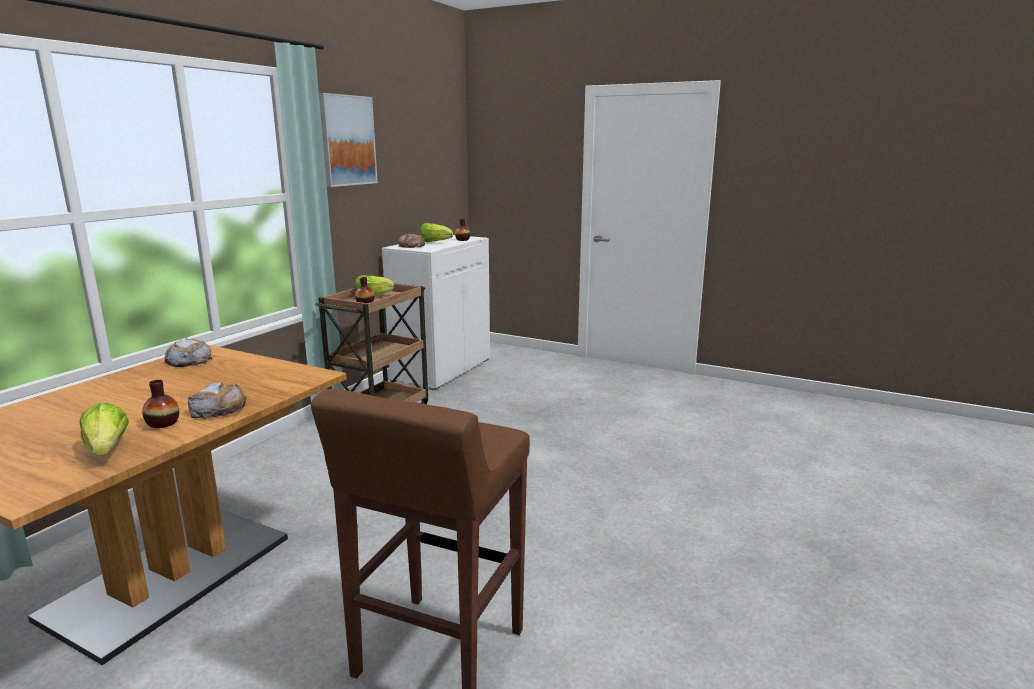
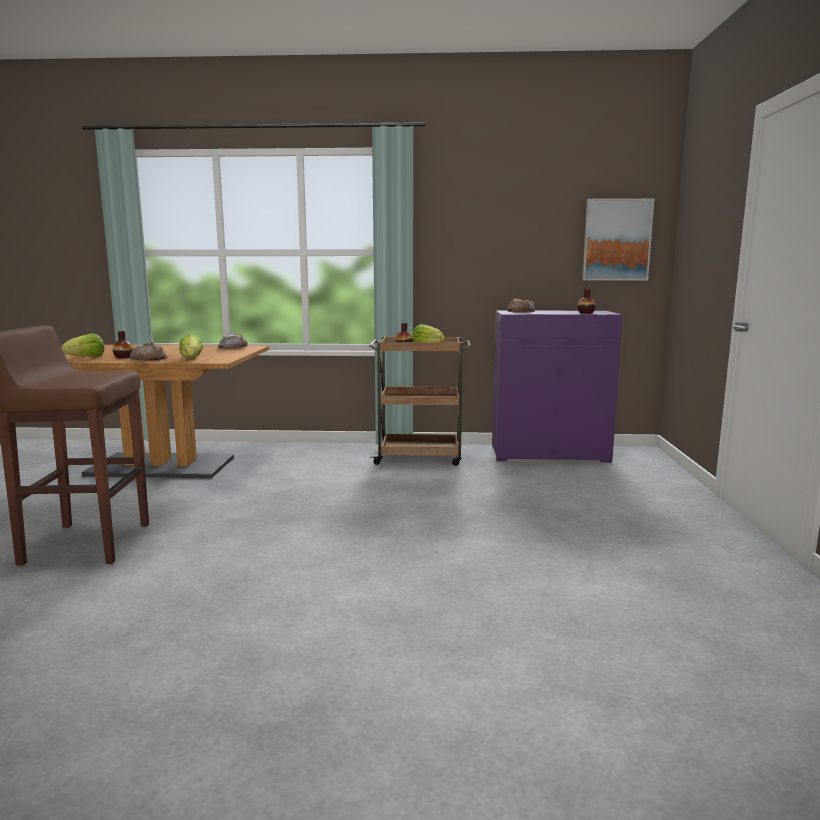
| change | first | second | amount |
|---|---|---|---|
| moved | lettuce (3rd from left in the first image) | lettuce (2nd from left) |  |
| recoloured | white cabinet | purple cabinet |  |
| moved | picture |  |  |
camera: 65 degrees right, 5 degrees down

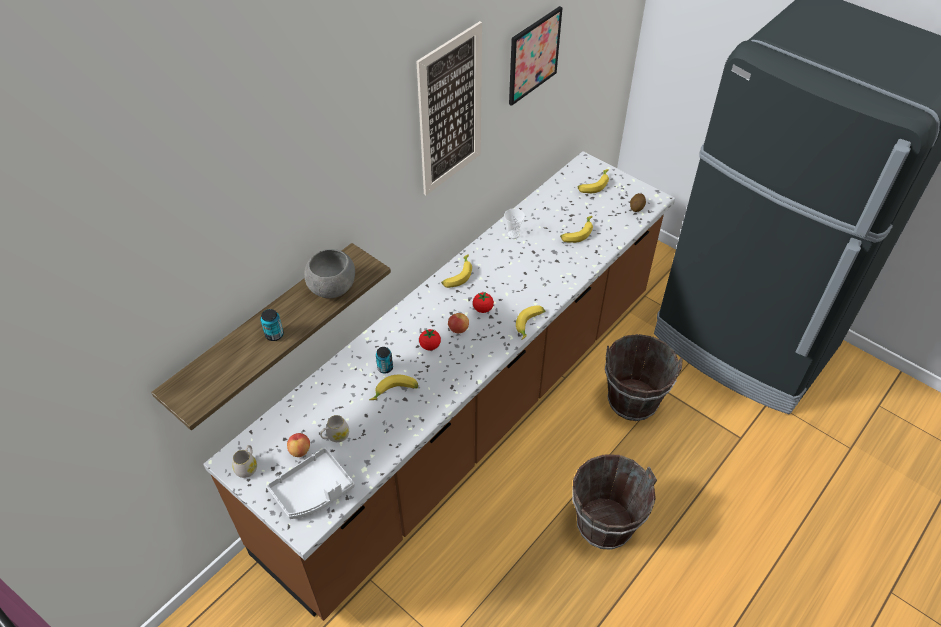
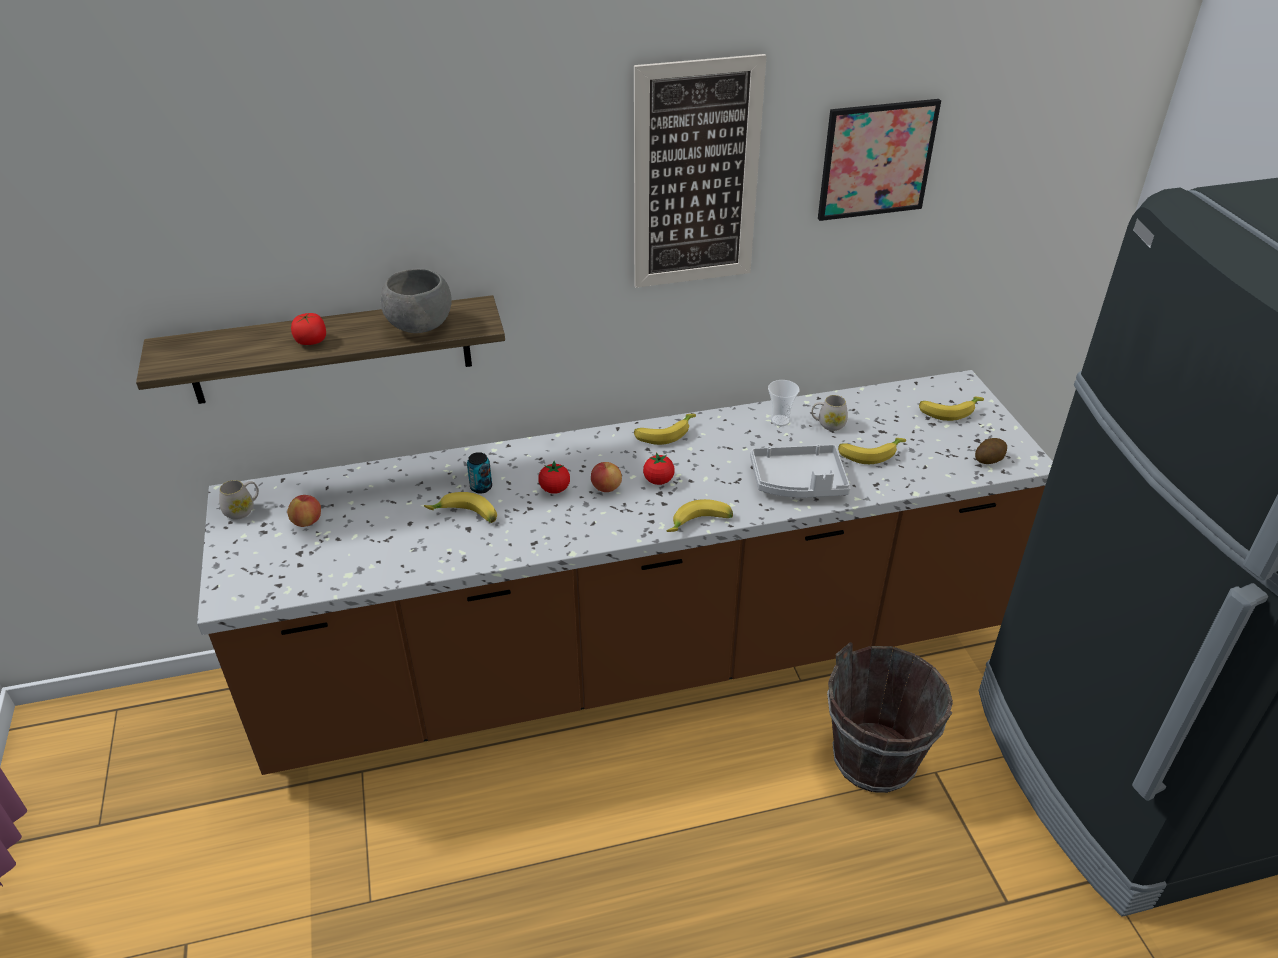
| change | first | second | amount |
|---|---|---|---|
| replaced | can (1st from left) | tomato (1st from left) |  |
| moved | grey tray |  |  |
| moved | white mug (2nd from left) |  |  |
| removed | brown bucket (1st from left) |  |  |
camera: 35 degrees right, 10 degrees down

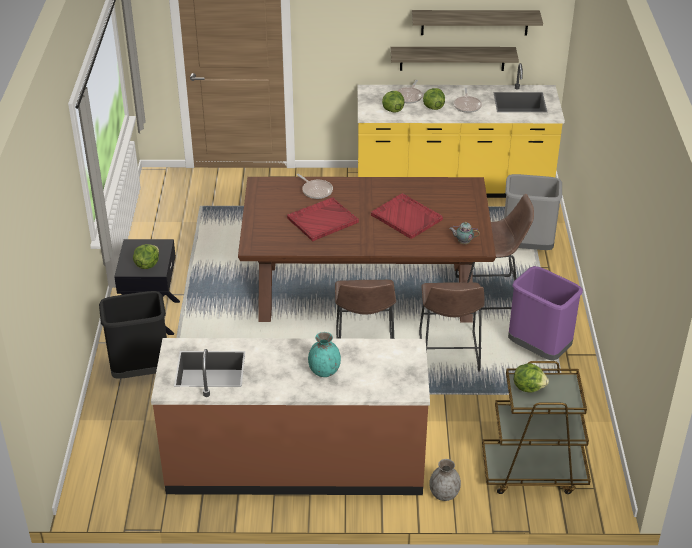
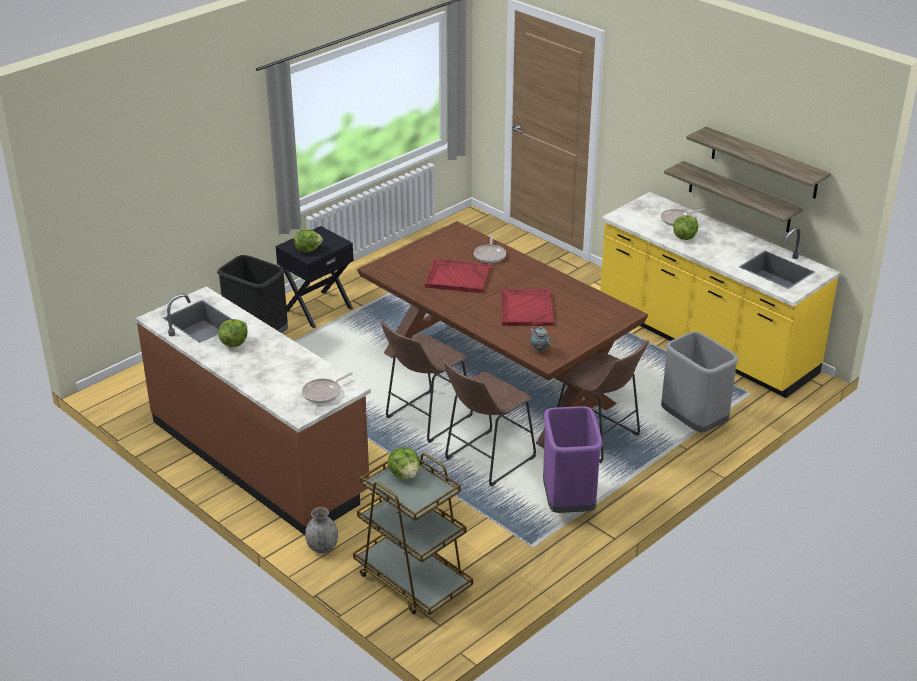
| change | first | second | amount |
|---|---|---|---|
| moved | lettuce (2nd from left in the first image) | lettuce (1st from left) |  |
| moved | frying pan (3rd from left in the first image) | frying pan (1st from left) |  |
| removed | turquoise vase |  |  |
camera: 45 degrees right, 5 degrees down

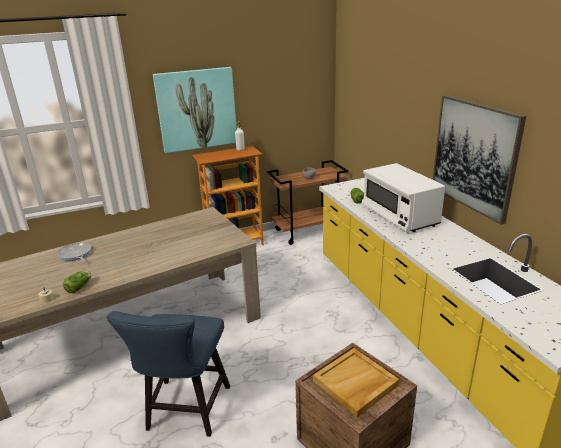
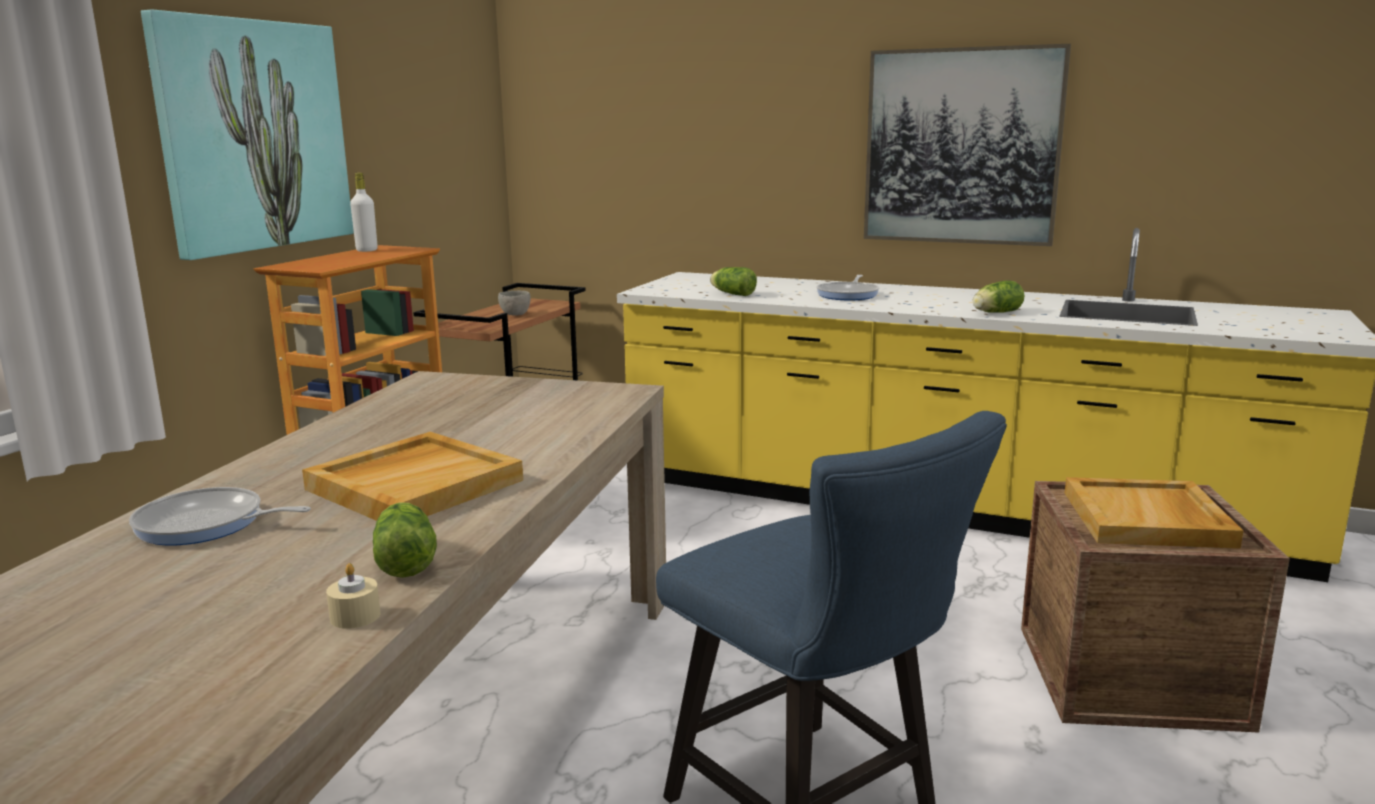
| change | first | second | amount |
|---|---|---|---|
| added |  | beige tray (1st from left) |  |
| replaced | white microwave | frying pan (2nd from left) |  |
| added |  | lettuce (3rd from left) |  |
camera: 45 degrees left, 10 degrees down

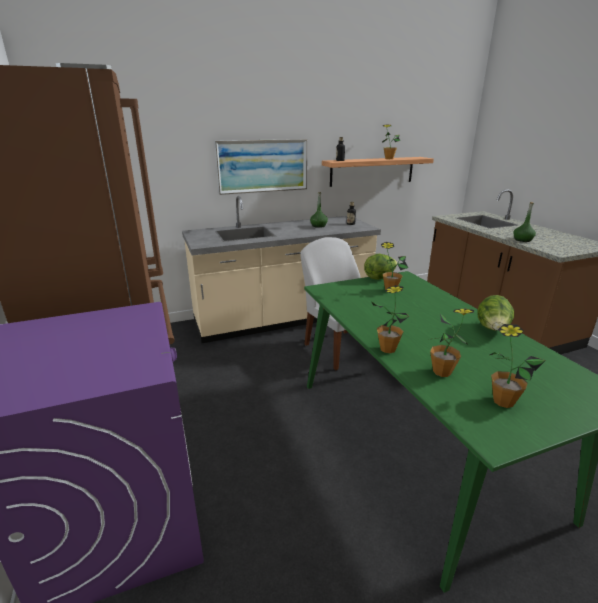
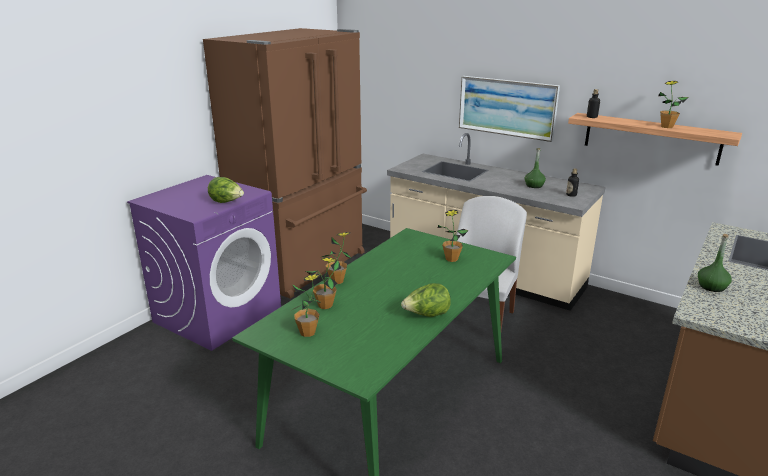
| change | first | second | amount |
|---|---|---|---|
| moved | lettuce (1st from left) |  |  |
camera: 55 degrees right, 0 degrees up

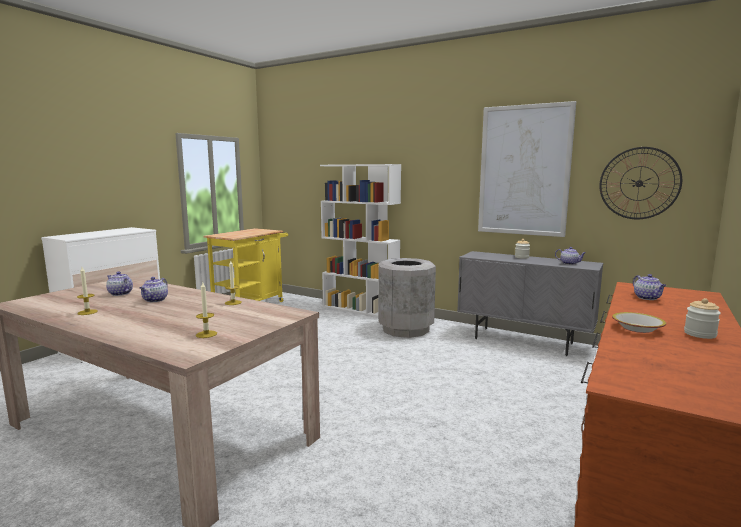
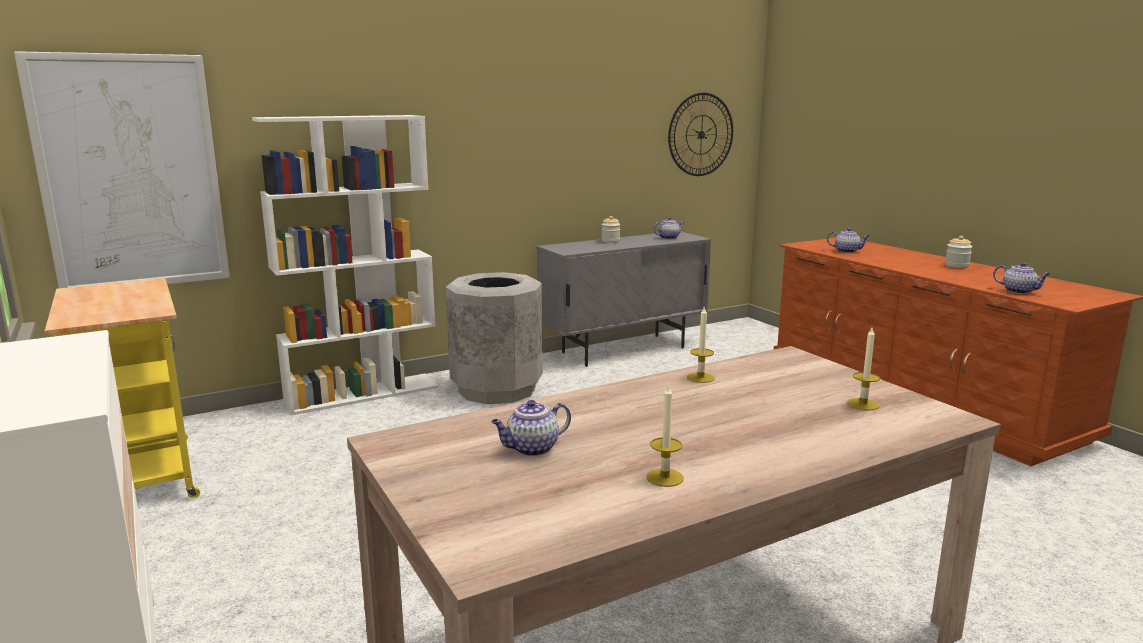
| change | first | second | amount |
|---|---|---|---|
| moved | picture |  |  |
| moved | teapot (2nd from left in the first image) | teapot (4th from left) |  |
| removed | bowl |  |  |
camera: 60 degrees left, 5 degrees up

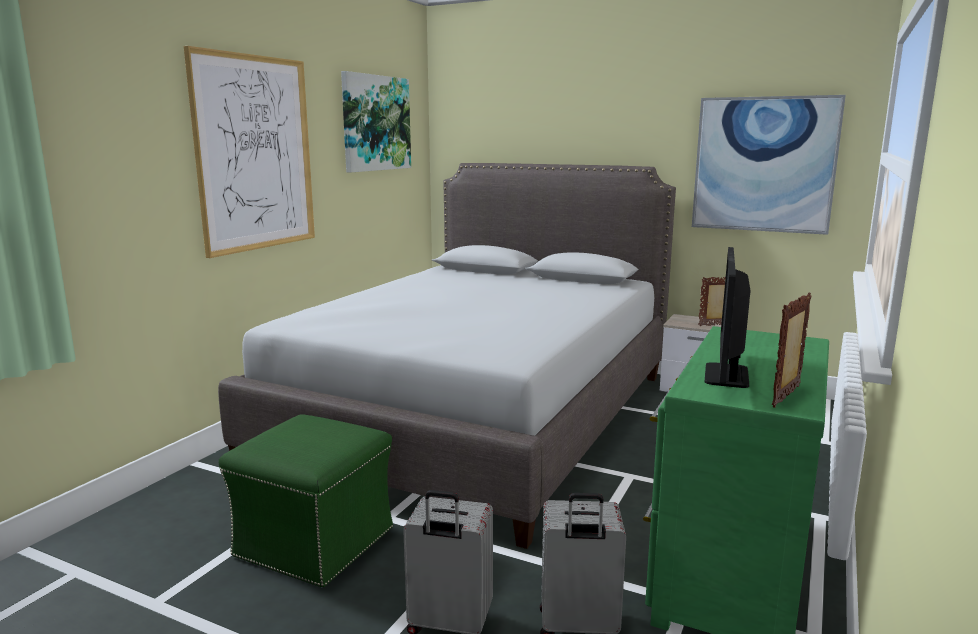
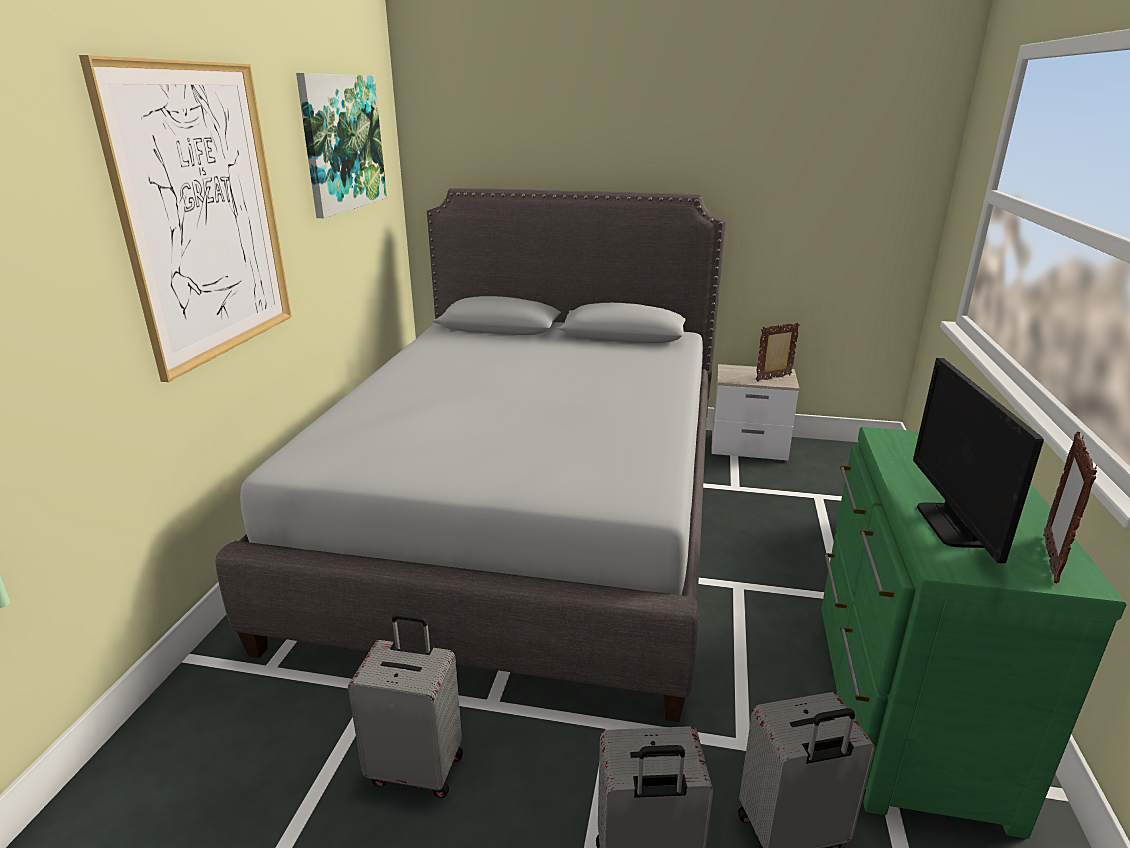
| change | first | second | amount |
|---|---|---|---|
| replaced | green ottoman | grey suitcase (1st from left) |  |
| removed | picture (3rd from left) |  |  |
camera: 15 degrees left, 10 degrees up

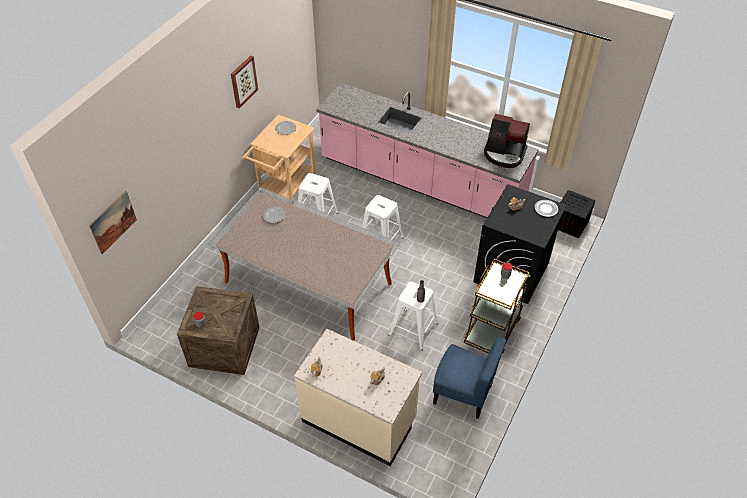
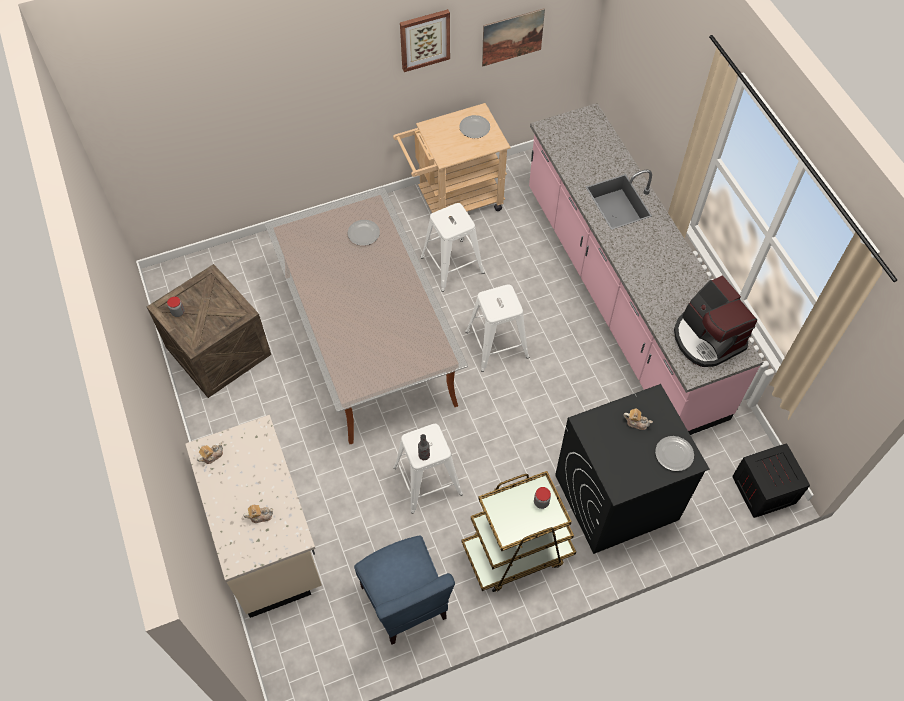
| change | first | second | amount |
|---|---|---|---|
| moved | picture (1st from left in the first image) | picture (2nd from left) |  |
camera: 40 degrees right, 10 degrees up

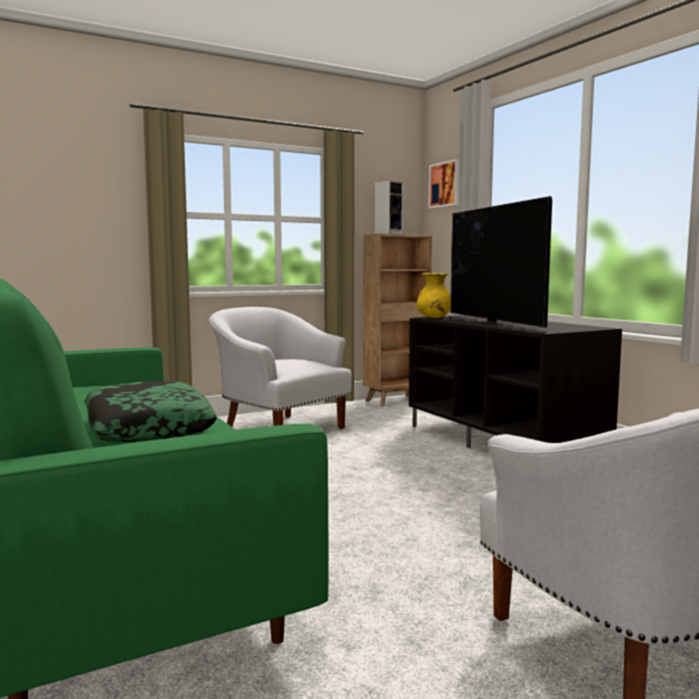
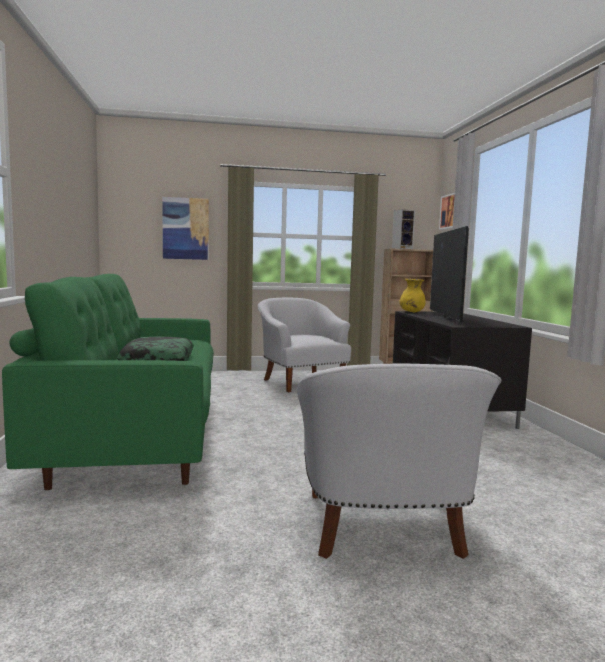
| change | first | second | amount |
|---|---|---|---|
| added |  | picture (1st from left) |  |
camera: 20 degrees right, 0 degrees up

